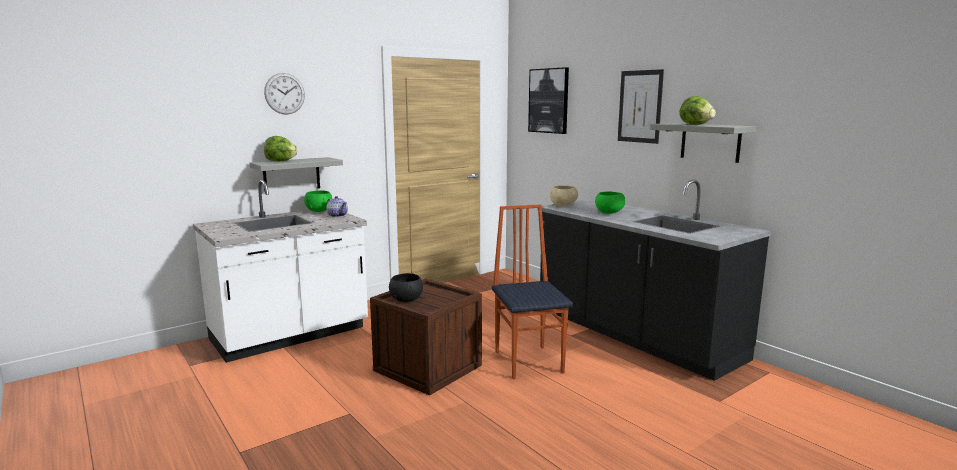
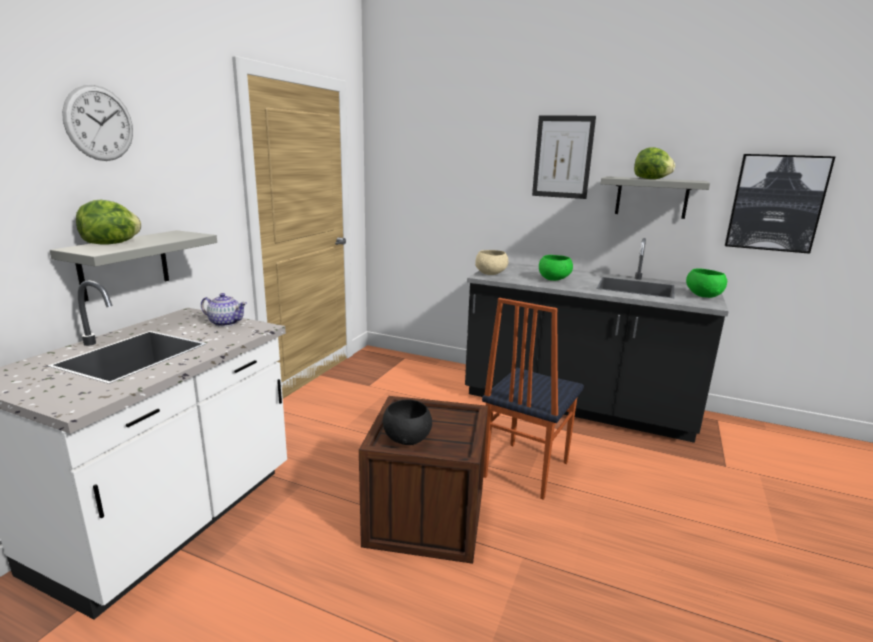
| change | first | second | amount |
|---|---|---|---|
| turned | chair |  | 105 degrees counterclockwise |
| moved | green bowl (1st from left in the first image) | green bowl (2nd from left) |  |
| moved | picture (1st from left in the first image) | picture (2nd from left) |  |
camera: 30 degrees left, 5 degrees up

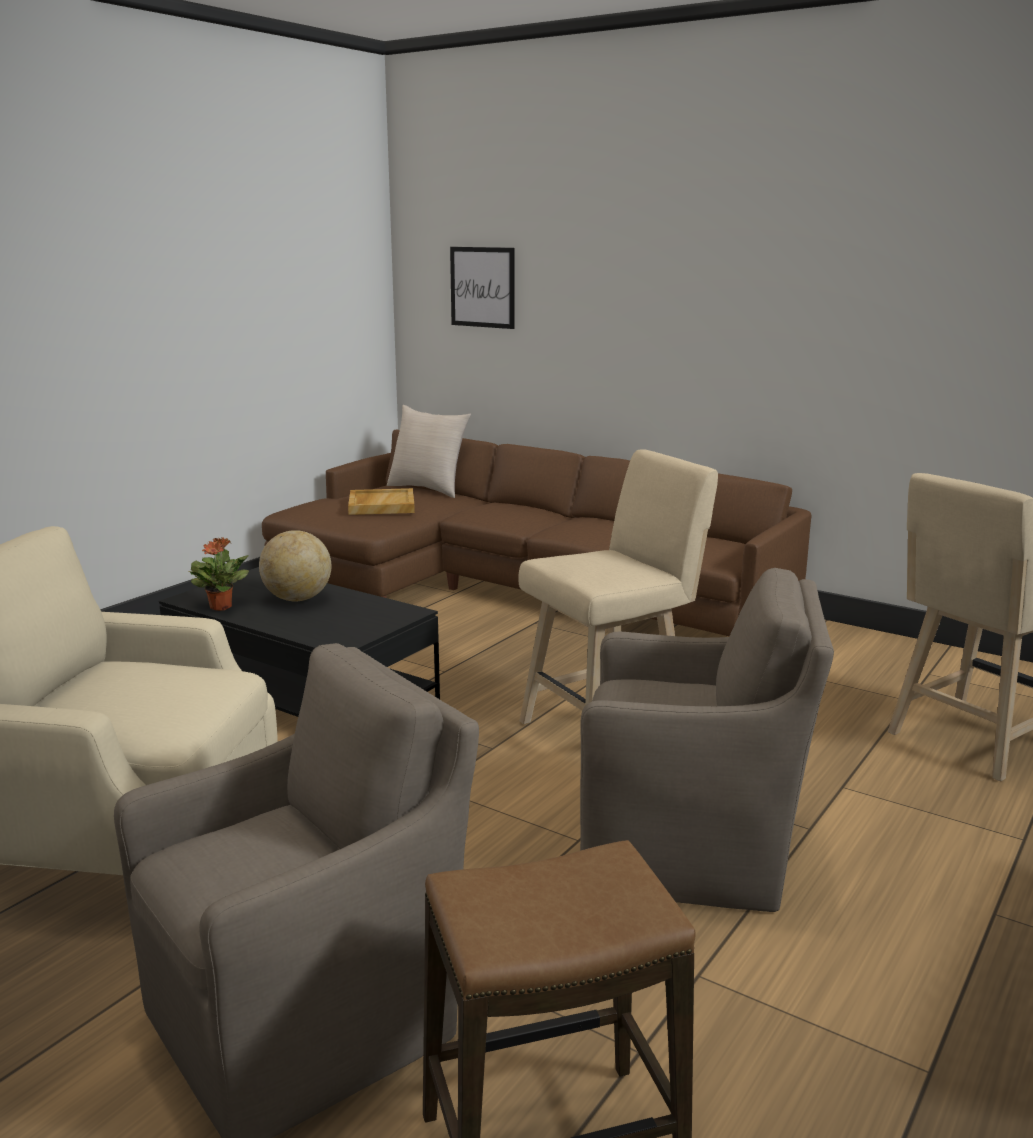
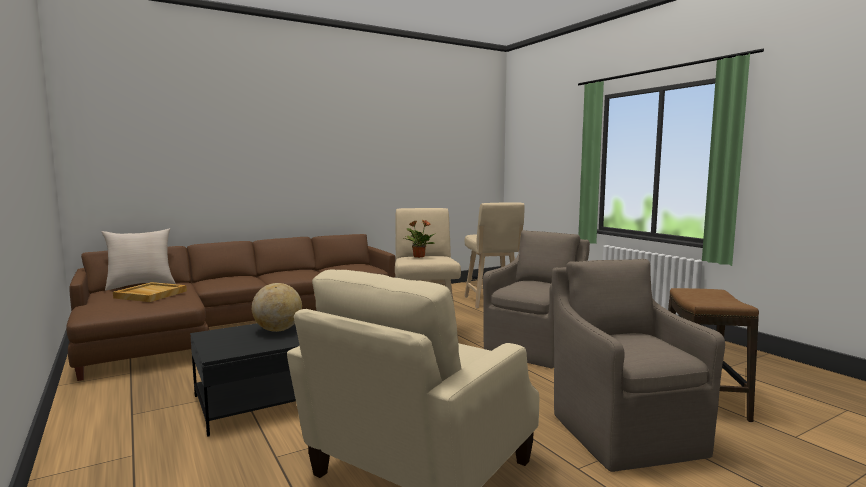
| change | first | second | amount |
|---|---|---|---|
| moved | potted plant |  |  |
| removed | picture |  |  |
camera: 65 degrees left, 10 degrees down

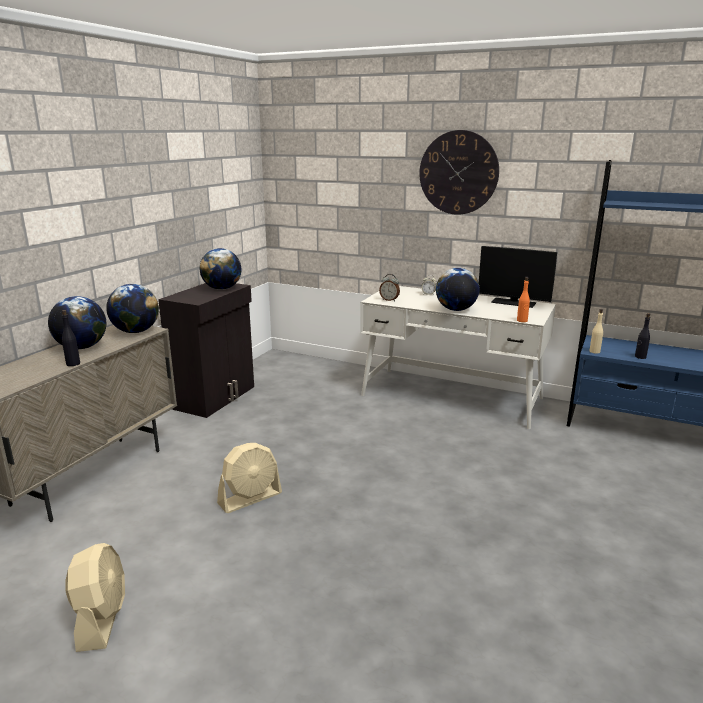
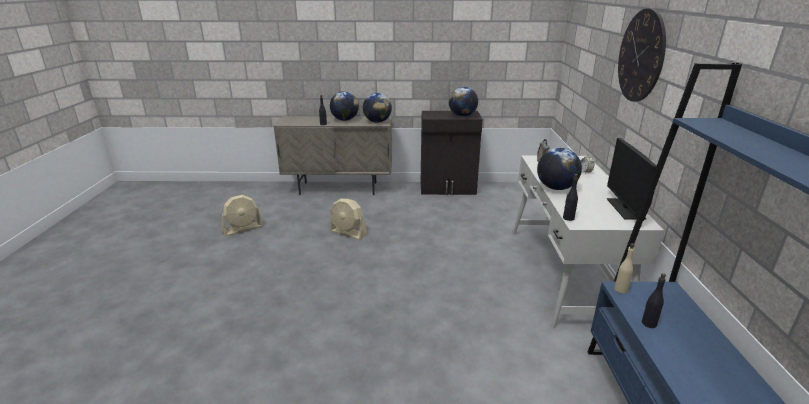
| change | first | second | amount |
|---|---|---|---|
| recoloured | orange bottle | black bottle (2nd from left) |  |
camera: 65 degrees right, 5 degrees up

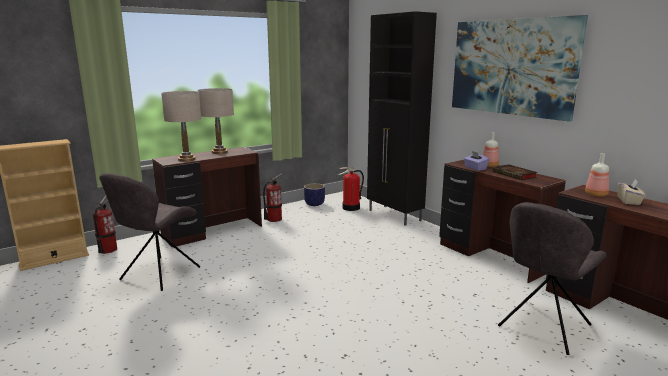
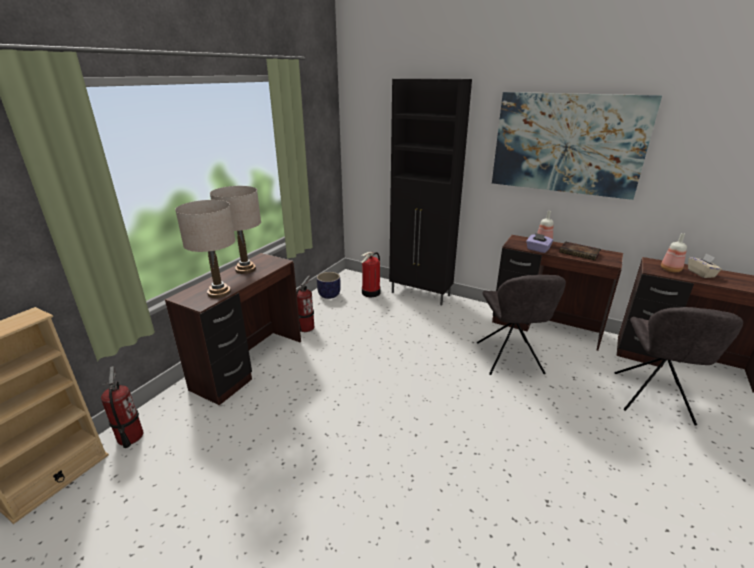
| change | first | second | amount |
|---|---|---|---|
| moved | grey chair (1st from left) |  |  |
camera: 25 degrees left, 10 degrees up

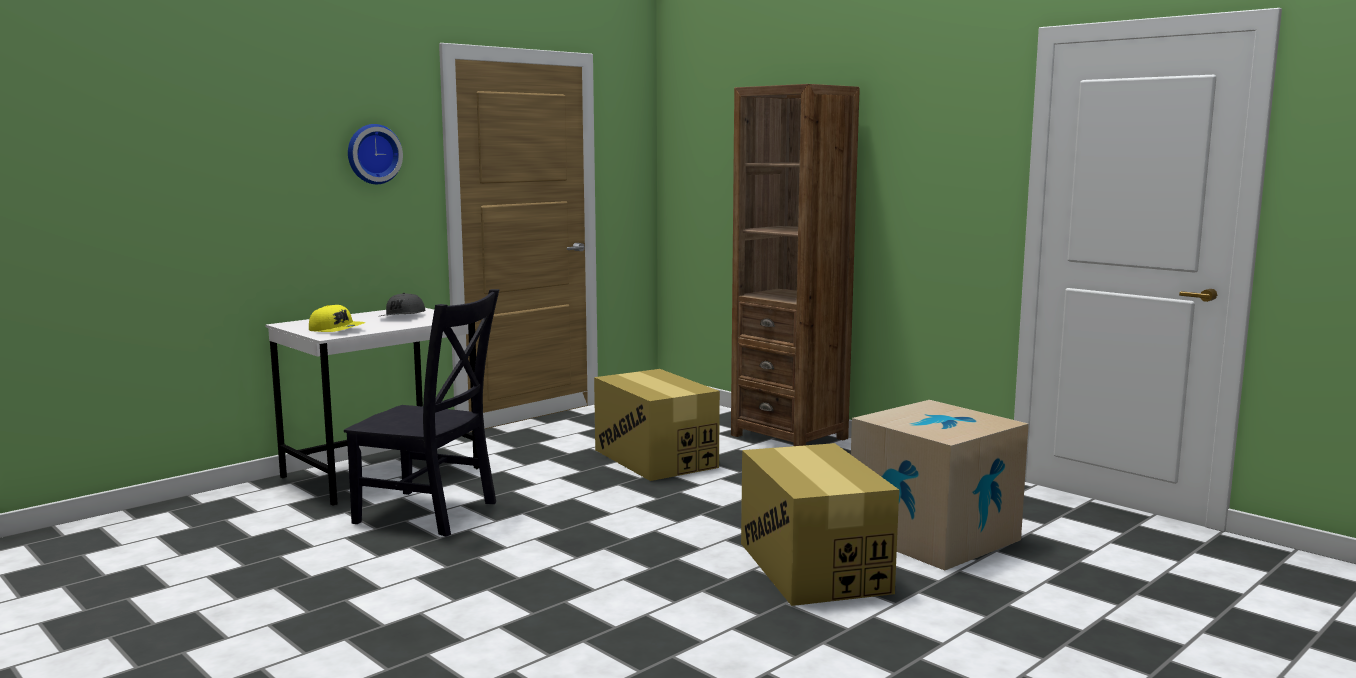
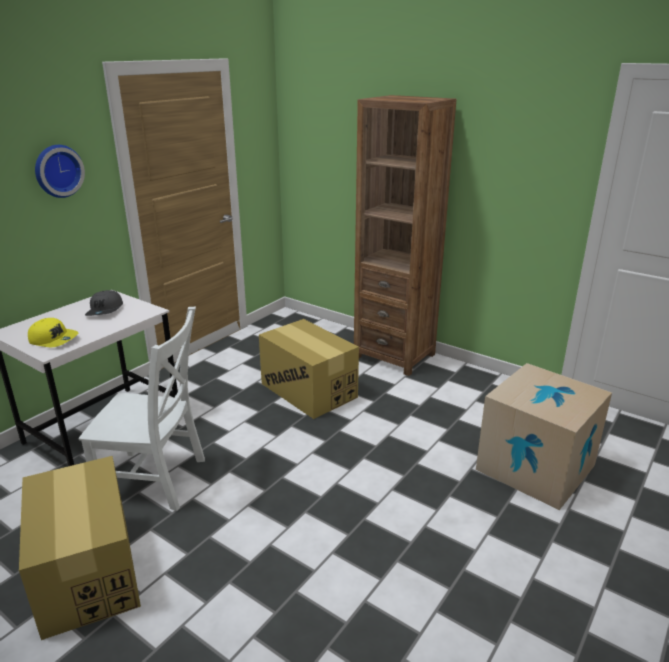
| change | first | second | amount |
|---|---|---|---|
| moved | cardboard box (2nd from left in the first image) | cardboard box (1st from left) |  |
| recoloured | black chair | white chair |  |
camera: 10 degrees left, 15 degrees up

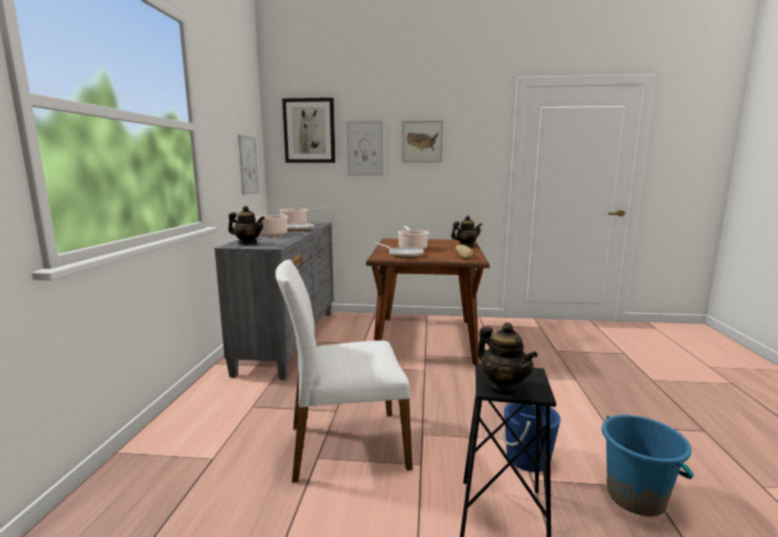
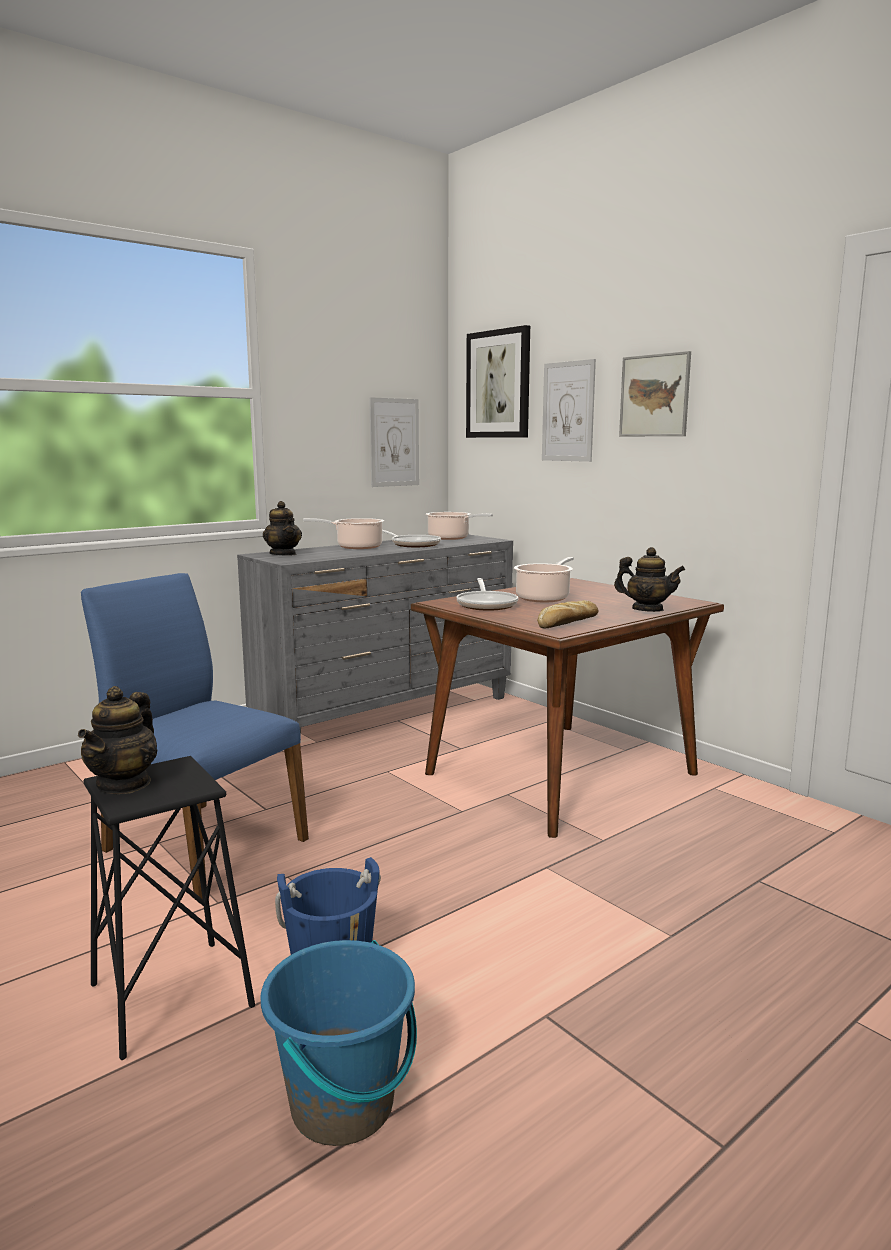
| change | first | second | amount |
|---|---|---|---|
| recoloured | white chair | blue chair |  |
camera: 45 degrees right, 0 degrees up

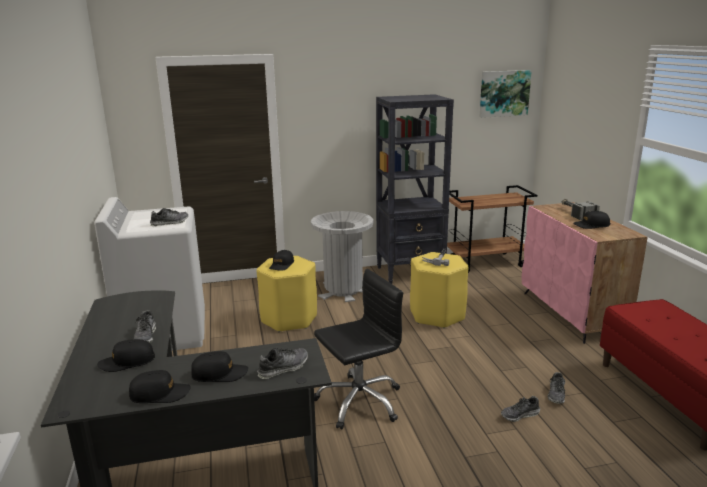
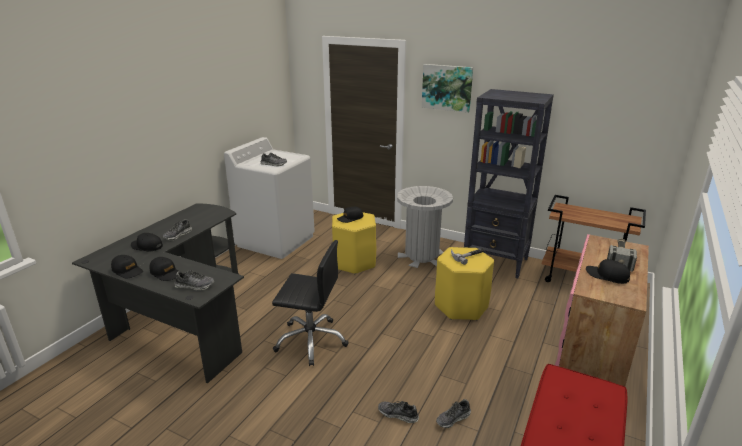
| change | first | second | amount |
|---|---|---|---|
| moved | picture |  |  |
camera: 40 degrees right, 5 degrees up

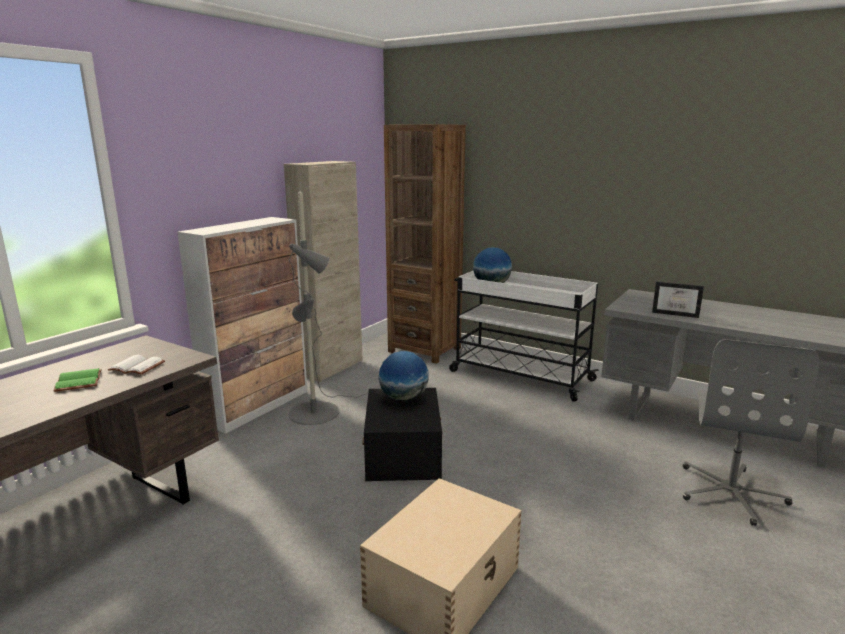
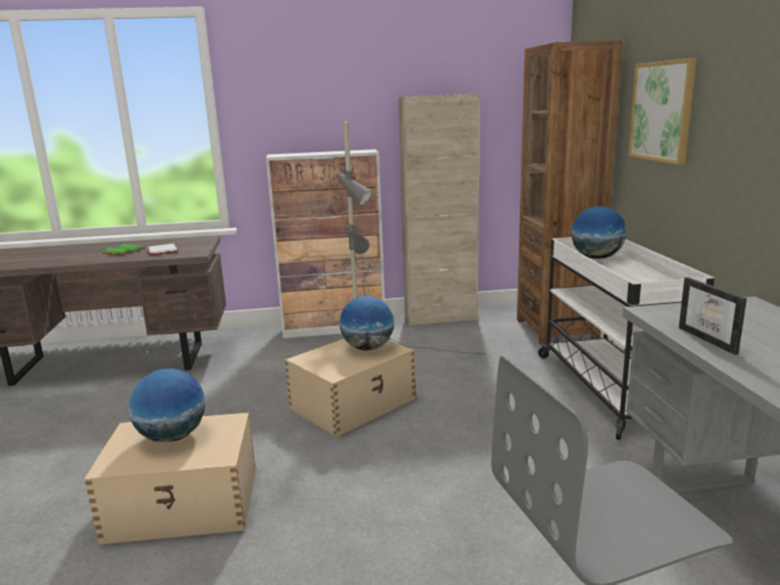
| change | first | second | amount |
|---|---|---|---|
| added |  | globe (1st from left) |  |
| recoloured | black storage box | beige storage box (2nd from left) |  |
| added |  | picture |  |
camera: 50 degrees right, 0 degrees up

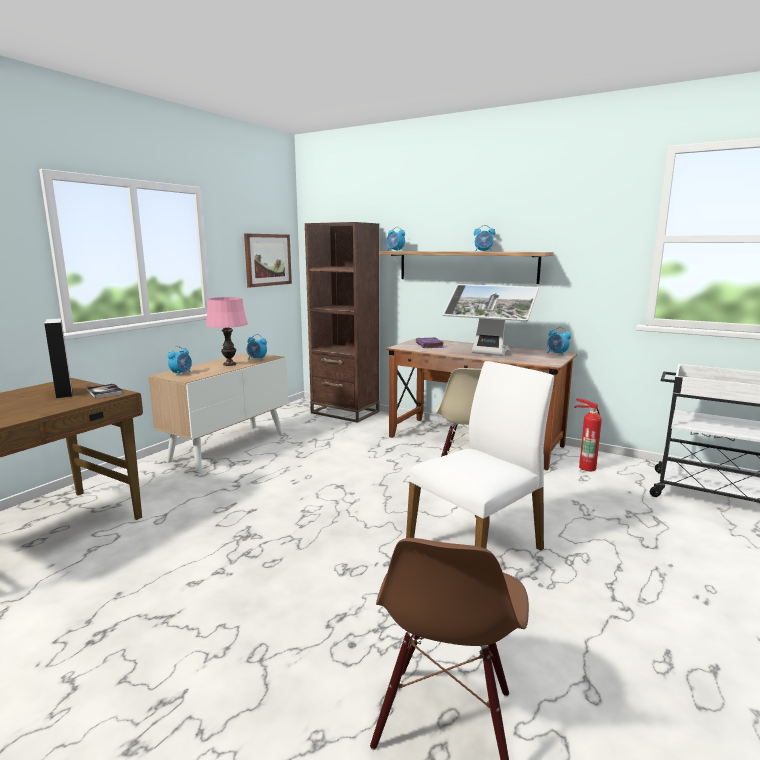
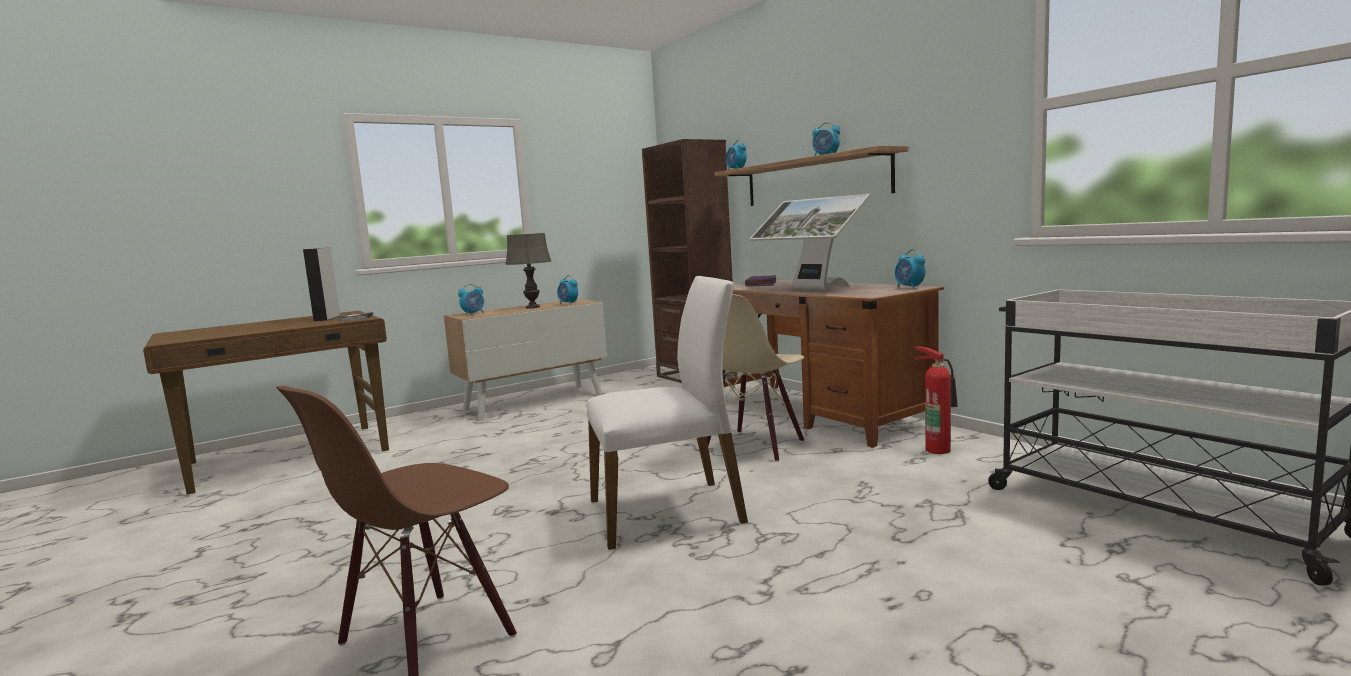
| change | first | second | amount |
|---|---|---|---|
| recoloured | pink table lamp | grey table lamp |  |
| removed | picture |  |  |
camera: 25 degrees right, 5 degrees down

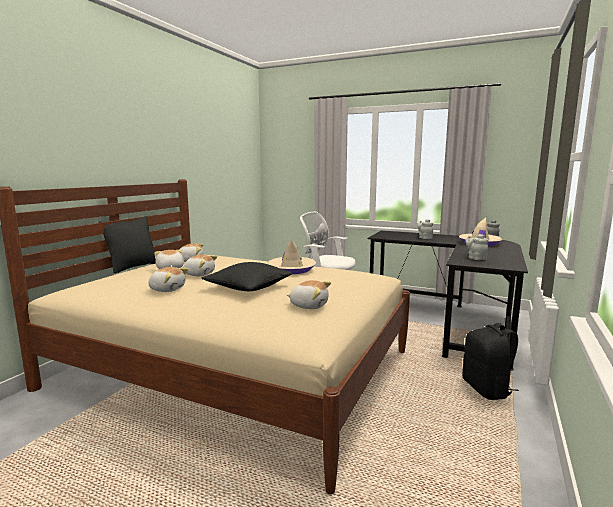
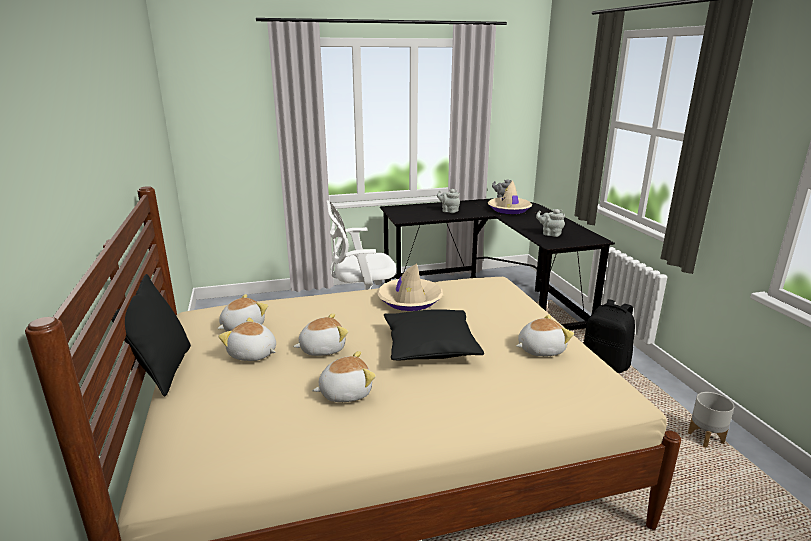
| change | first | second | amount |
|---|---|---|---|
| added |  | grey planter |  |
camera: 40 degrees left, 10 degrees up

